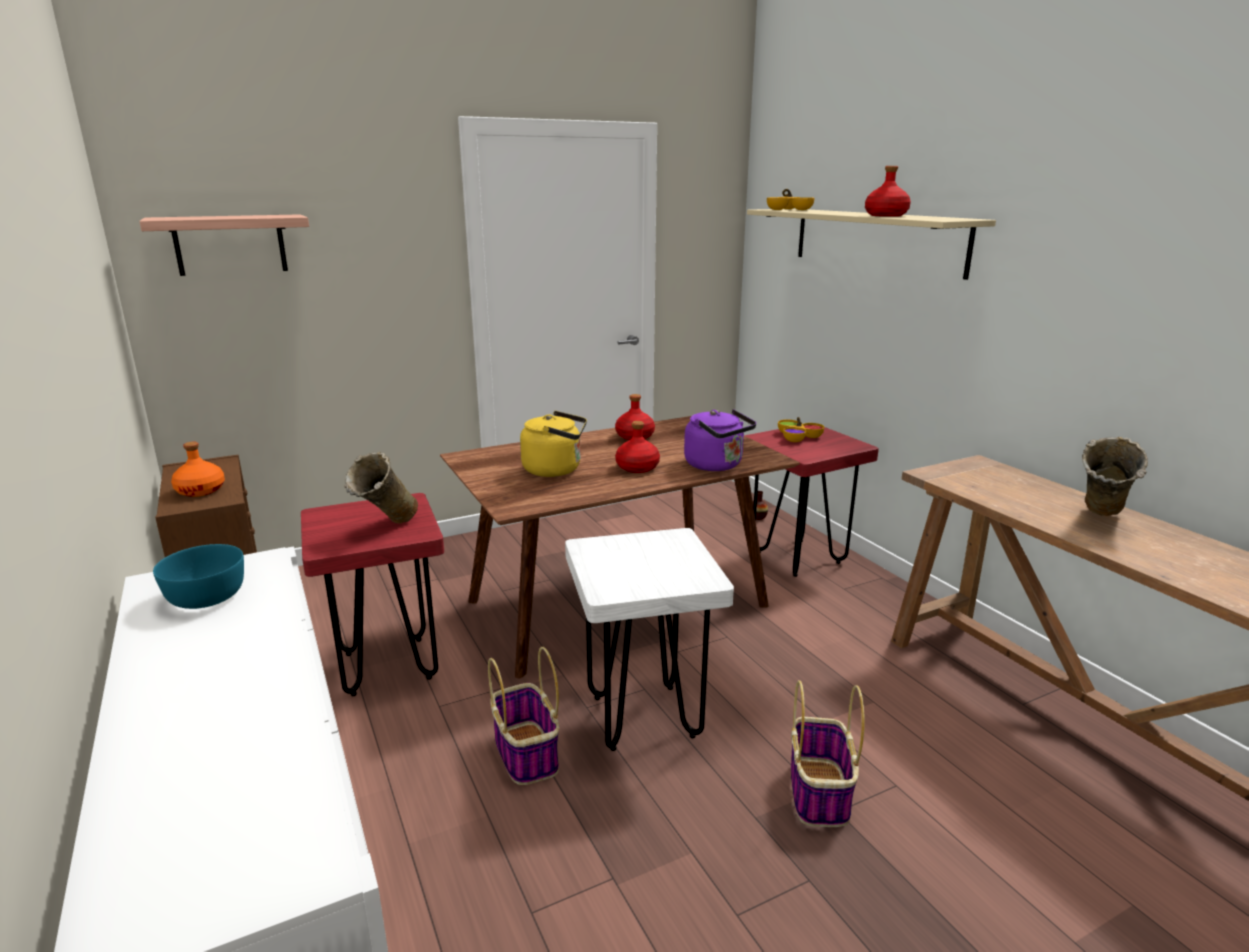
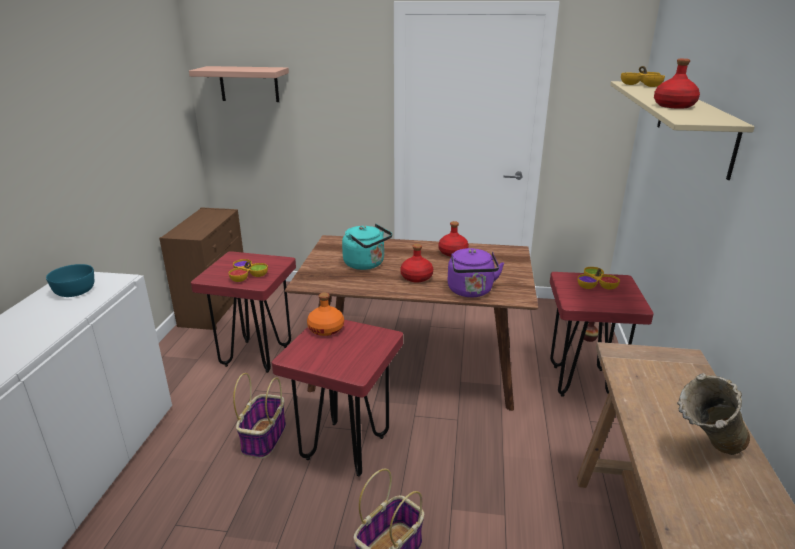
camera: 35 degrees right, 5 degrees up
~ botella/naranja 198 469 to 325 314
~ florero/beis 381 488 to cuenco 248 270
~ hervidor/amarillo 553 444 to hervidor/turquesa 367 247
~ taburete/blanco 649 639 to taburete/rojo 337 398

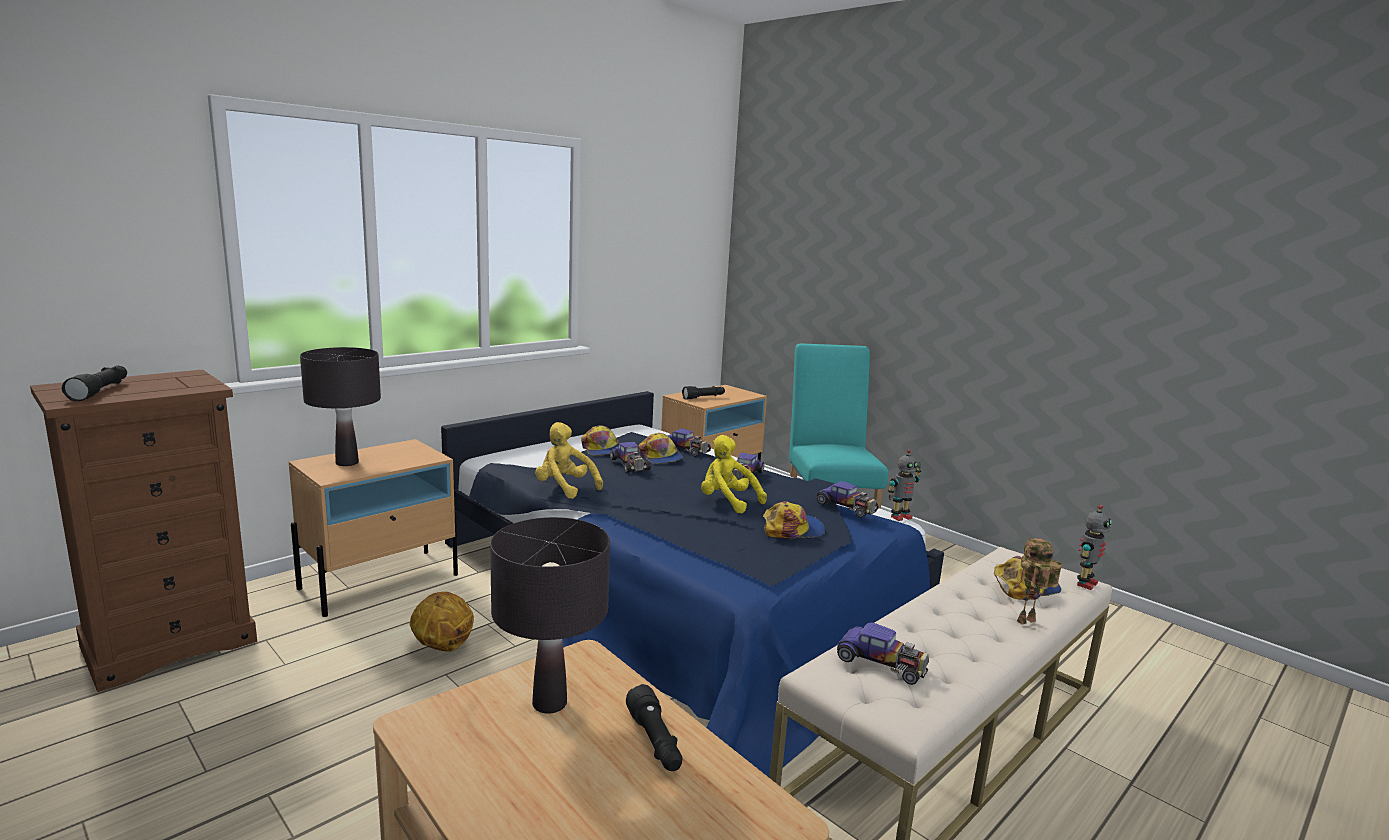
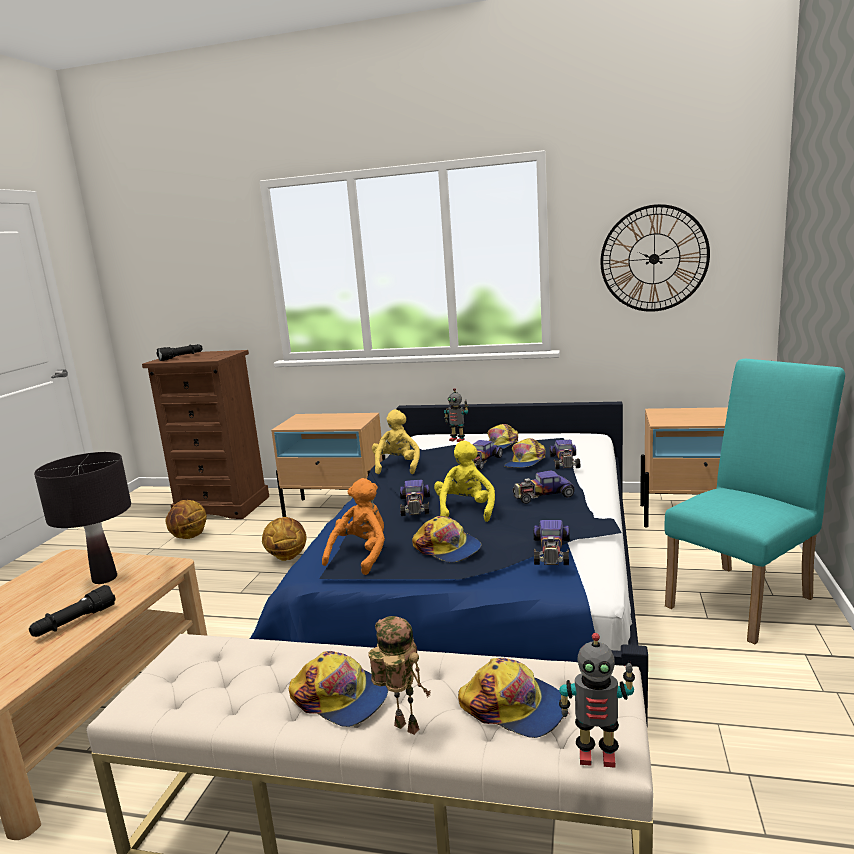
camera: 60 degrees right, 0 degrees up
- lámpara de mesa/negro 340 406
- linterna/negro 703 393
~ coche de juguete 883 653 to 415 498
~ robot de juguete 904 485 to 456 415
+ balón de baloncesto 186 519
+ gorra 338 689
+ peluche/naranja 353 526
+ reloj de pared 655 258

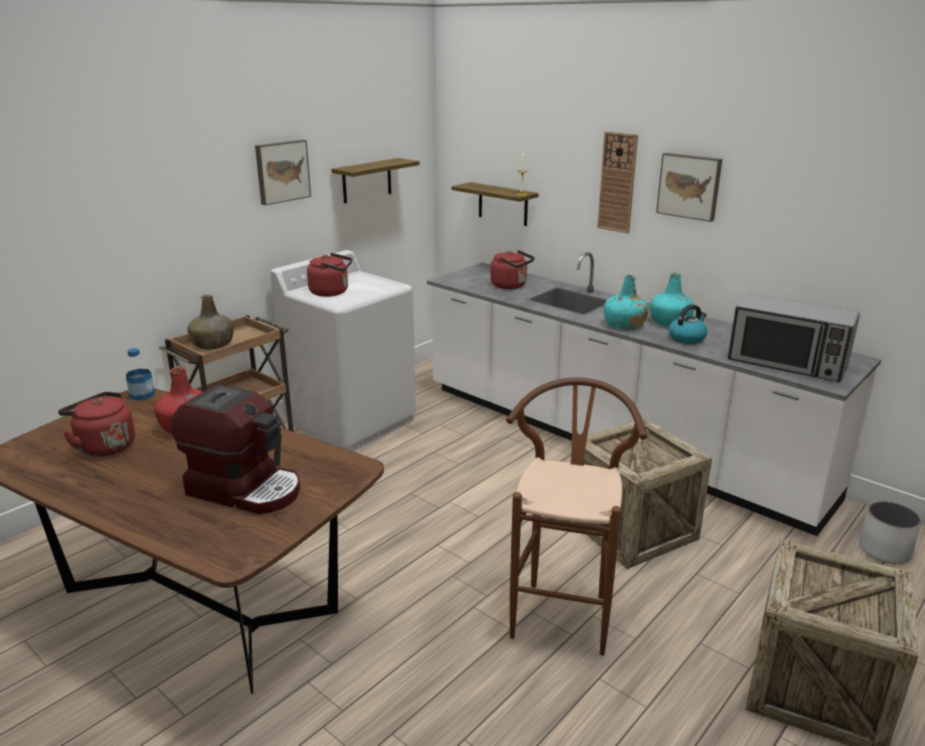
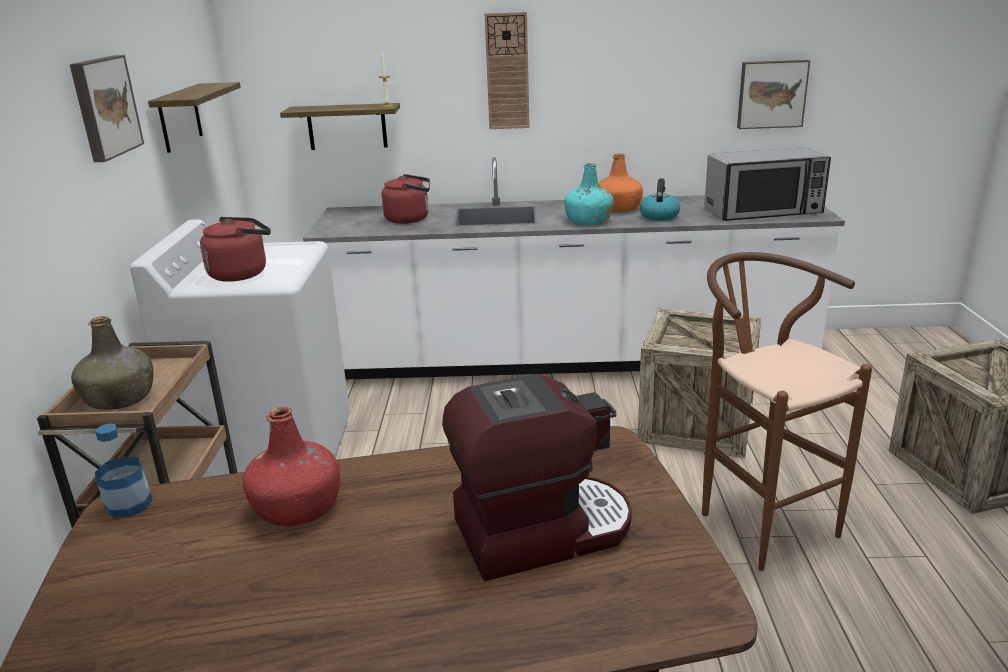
camera: 40 degrees left, 0 degrees up
- hervidor/rojo 96 424
~ botella/turquesa 672 299 to botella/naranja 621 182
~ cuadro 689 187 to 773 94
- maceta/blanco 890 532

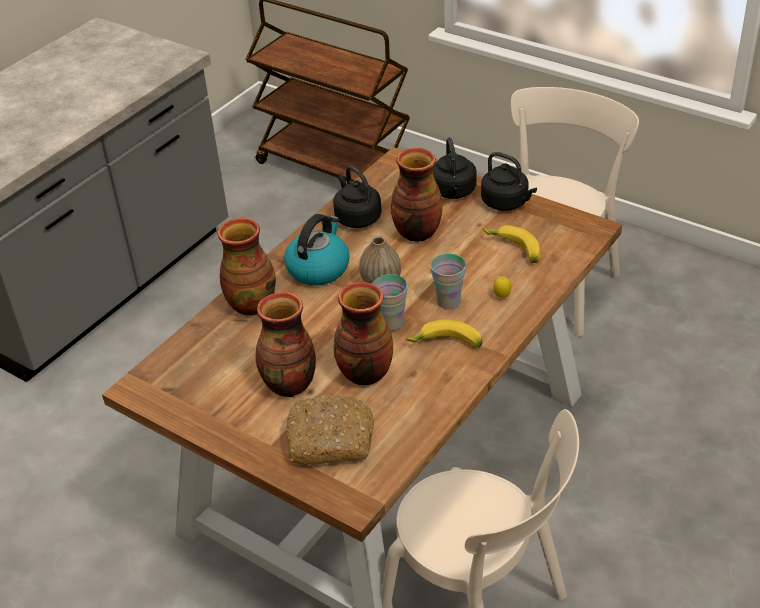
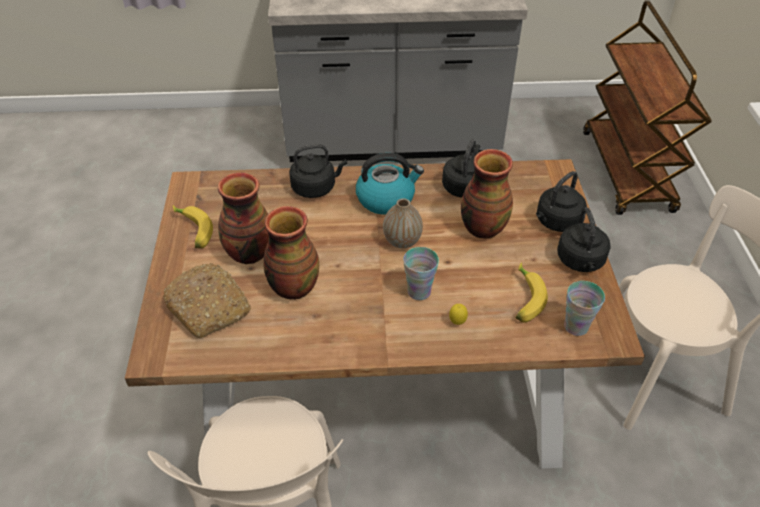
camera: 50 degrees right, 5 degrees up
~ florero 246 266 to hervidor/negro 318 171
~ taza 390 302 to 584 308
~ plátano 444 333 to 193 226

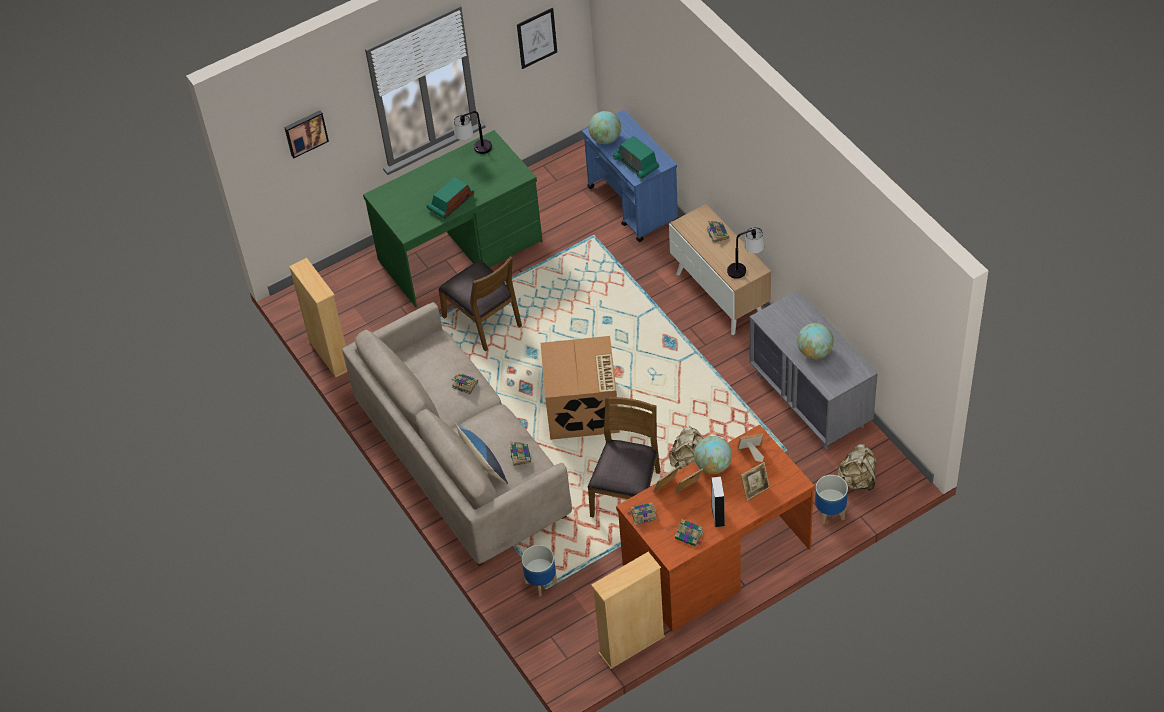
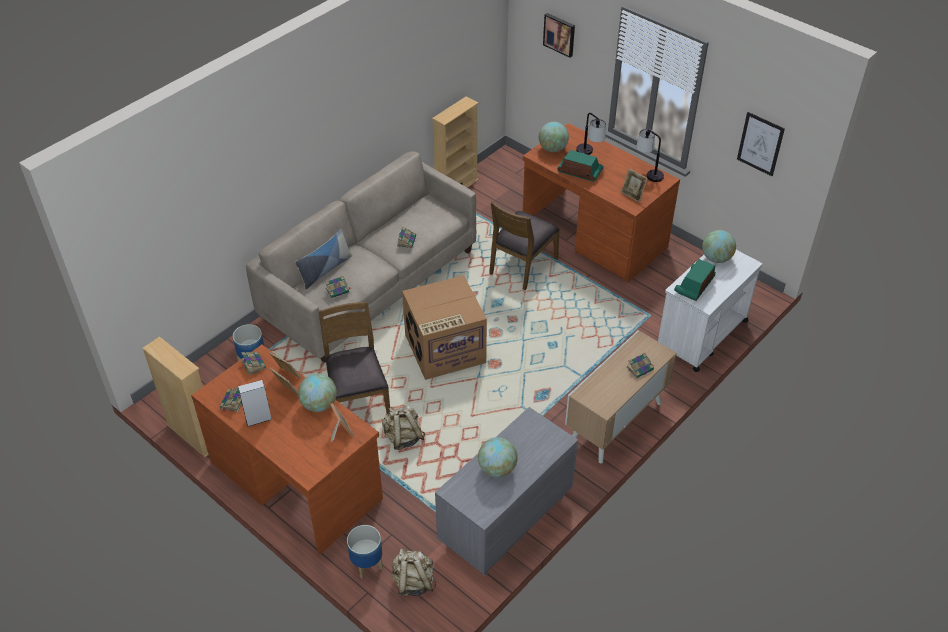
camera: 70 degrees right, 5 degrees down
~ escritorio/verde 453 219 to escritorio/marrón 601 203
~ carrito/azul 630 176 to carrito/blanco 710 311
~ silla/marrón 623 457 = 354 357 105 degrees counterclockwise
~ lámpara de mesa 745 253 to 591 134
~ portarretratos 755 481 to 634 185
+ globo terráqueo 554 137

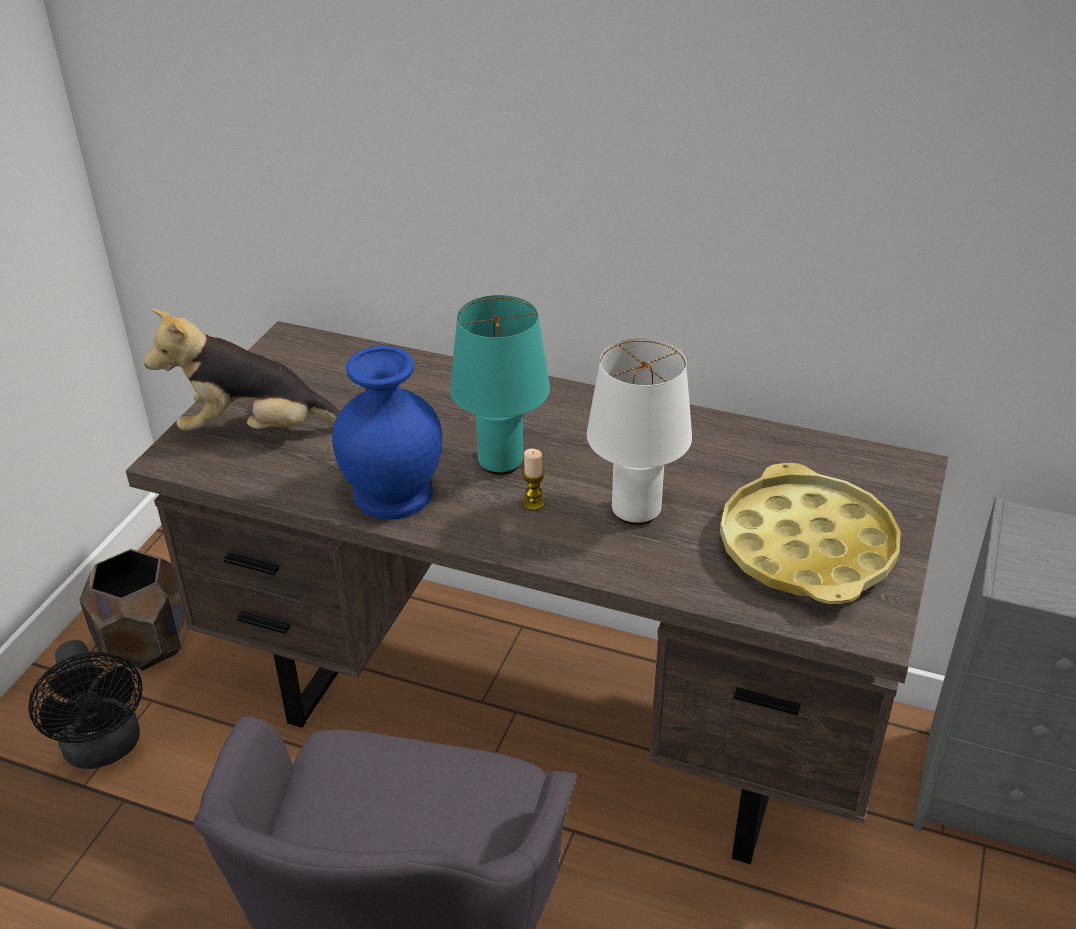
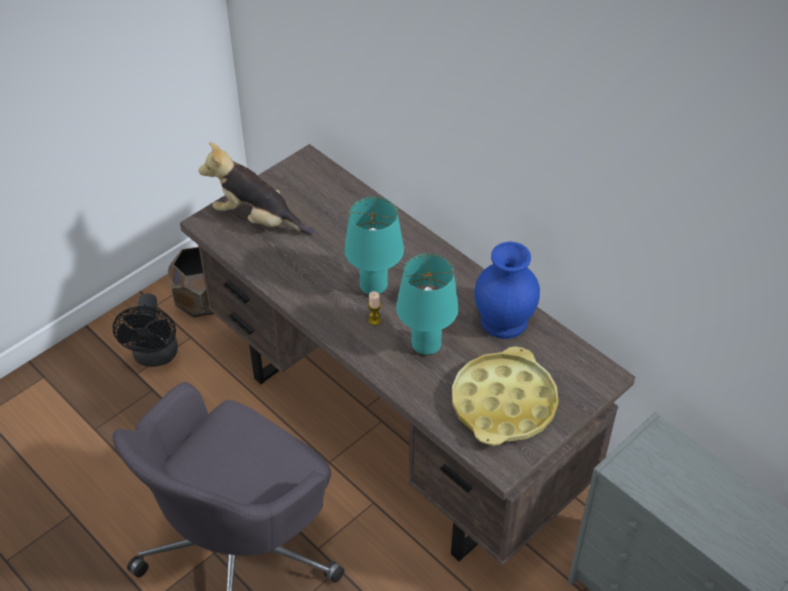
camera: 25 degrees right, 10 degrees up
~ florero/azul 387 433 to 507 290
~ lámpara de mesa/blanco 639 431 to lámpara de mesa/turquesa 427 305

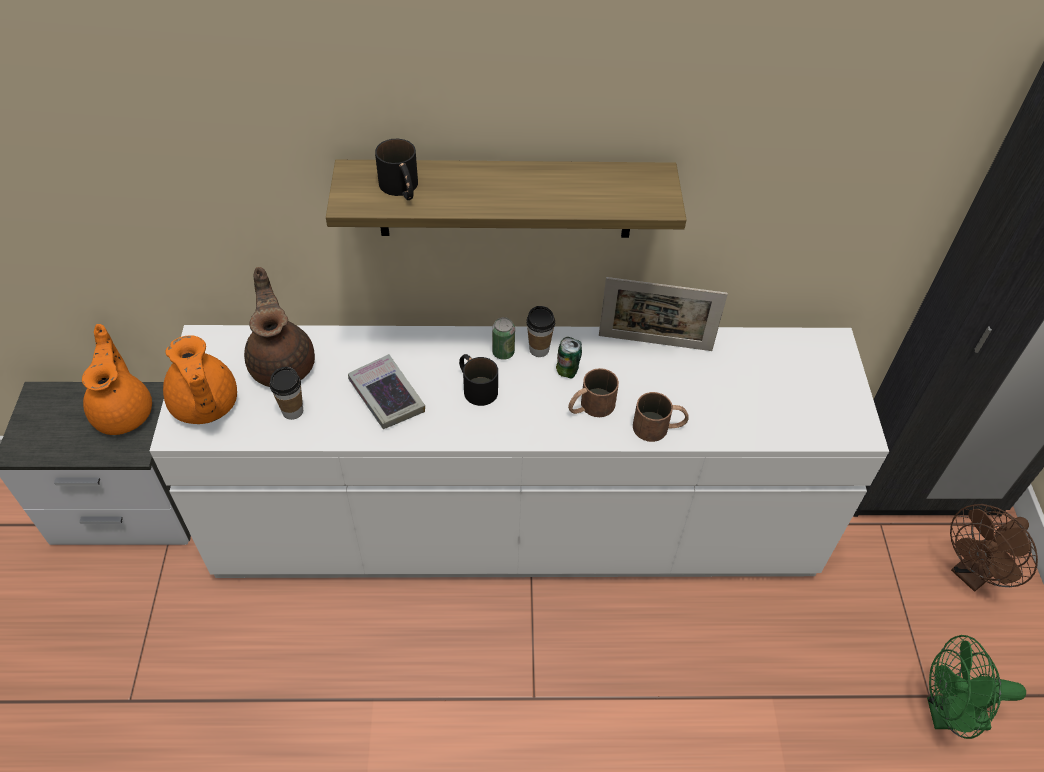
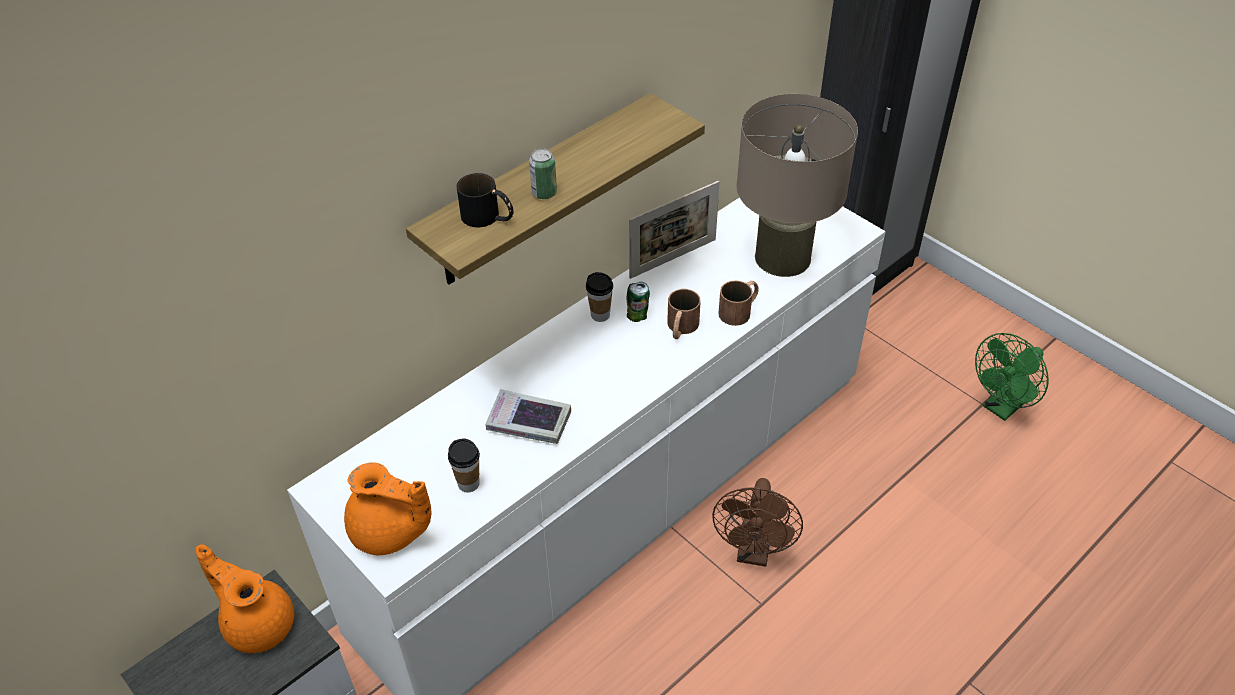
camera: 40 degrees left, 5 degrees down
- tetera/marrón 279 327
- taza grande/negro 478 380
~ lata 503 338 to 543 174
~ ventilador/marrón 994 548 to 757 522
+ lámpara de mesa/beis 797 185

